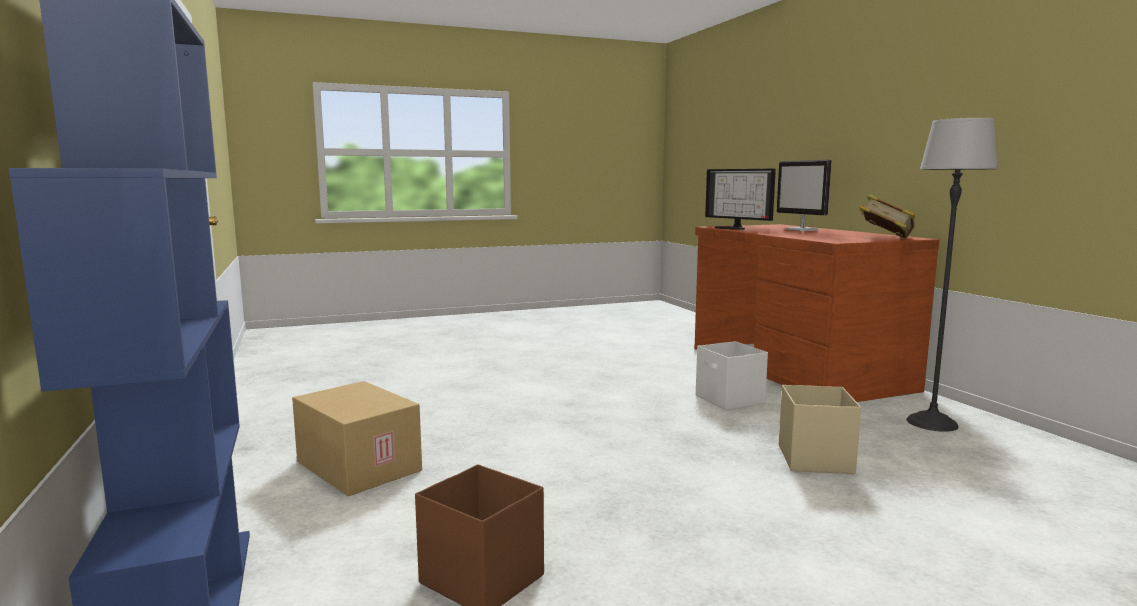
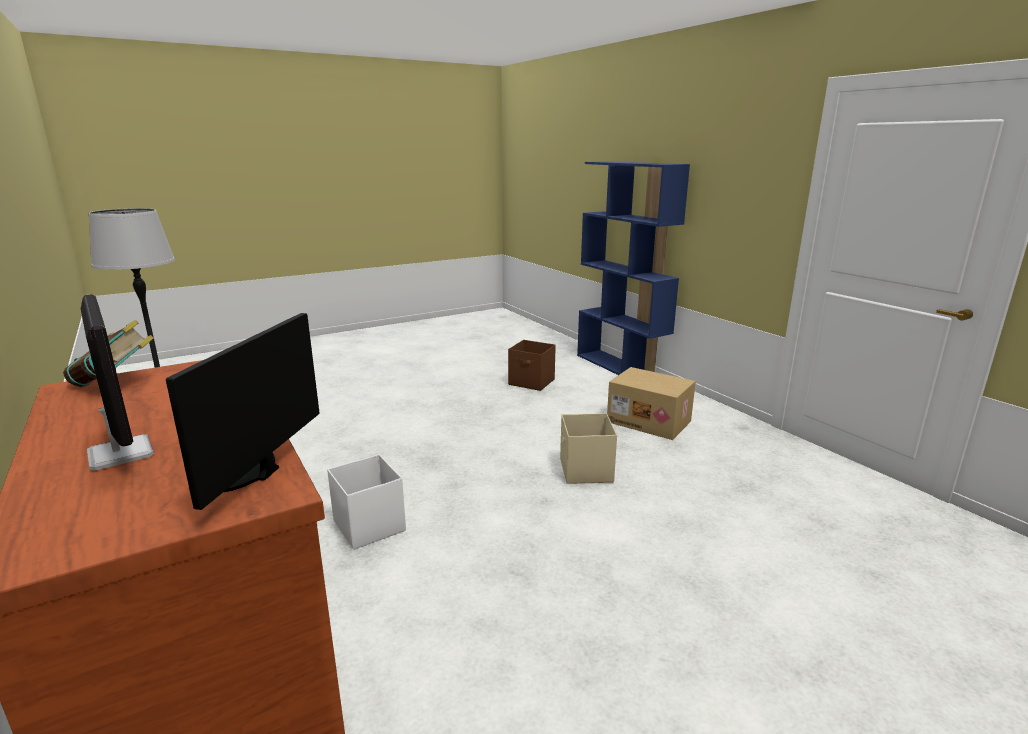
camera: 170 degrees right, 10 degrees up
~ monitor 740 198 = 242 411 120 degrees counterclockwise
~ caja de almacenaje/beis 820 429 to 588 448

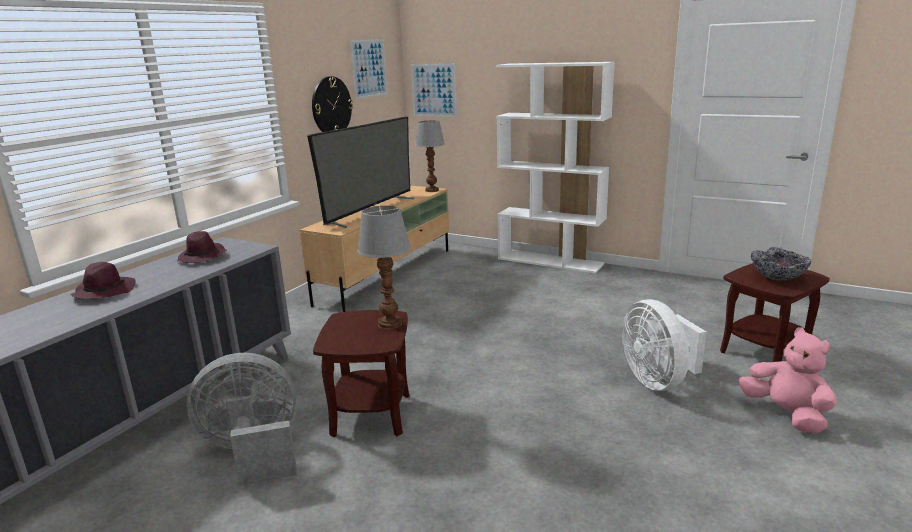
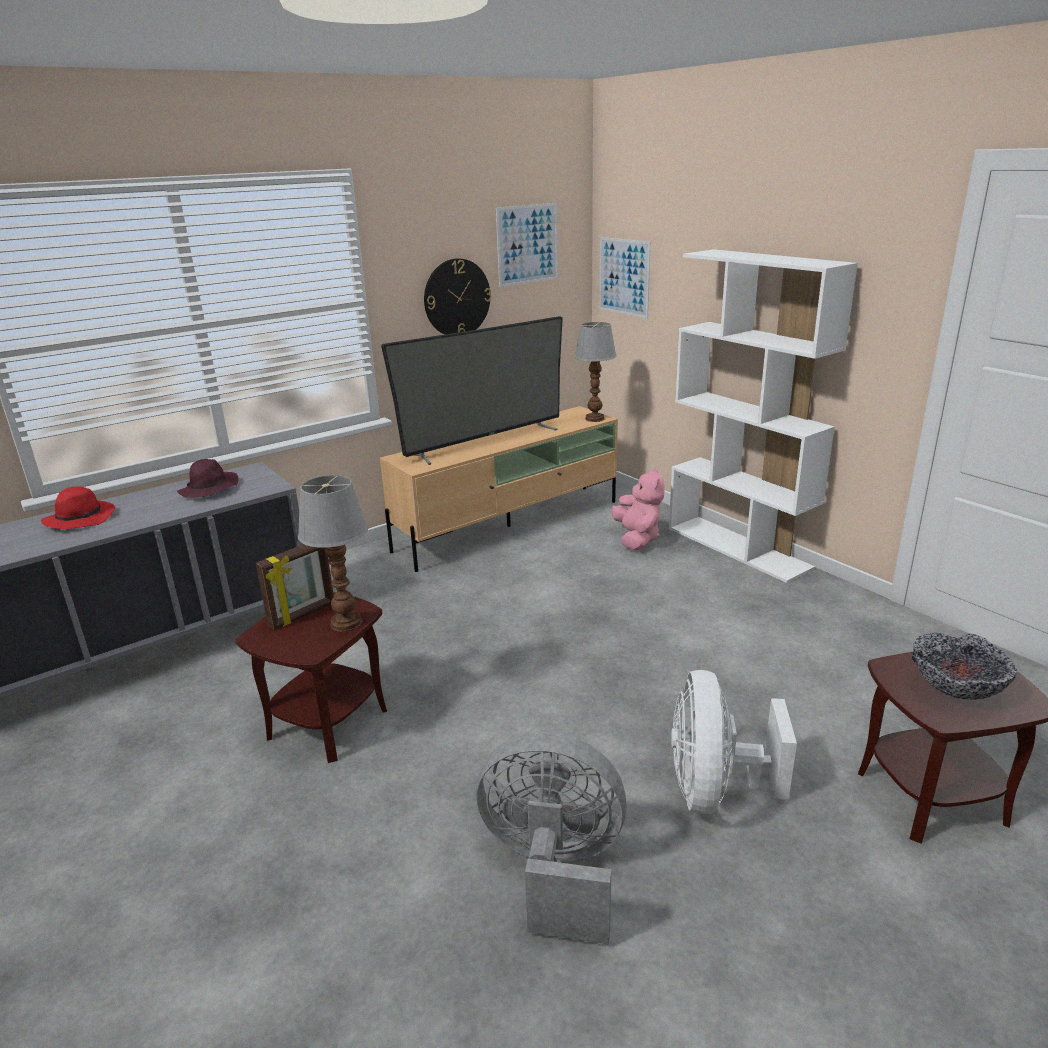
camera: 25 degrees right, 5 degrees up
~ sombrero/morado 103 280 to sombrero/rojo 78 507
~ ventilador/gris 241 419 to 551 838
~ peluche/rosa 787 380 to 638 509
+ portarretratos 295 587

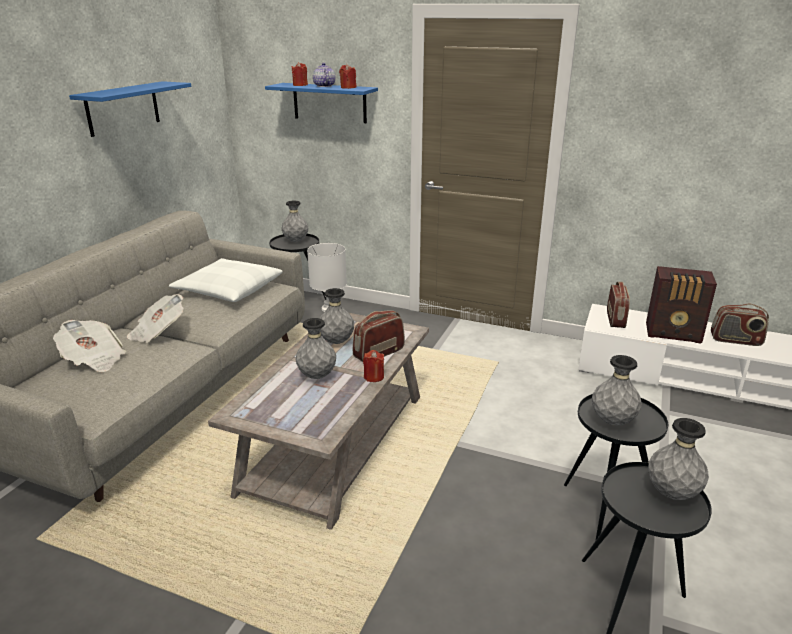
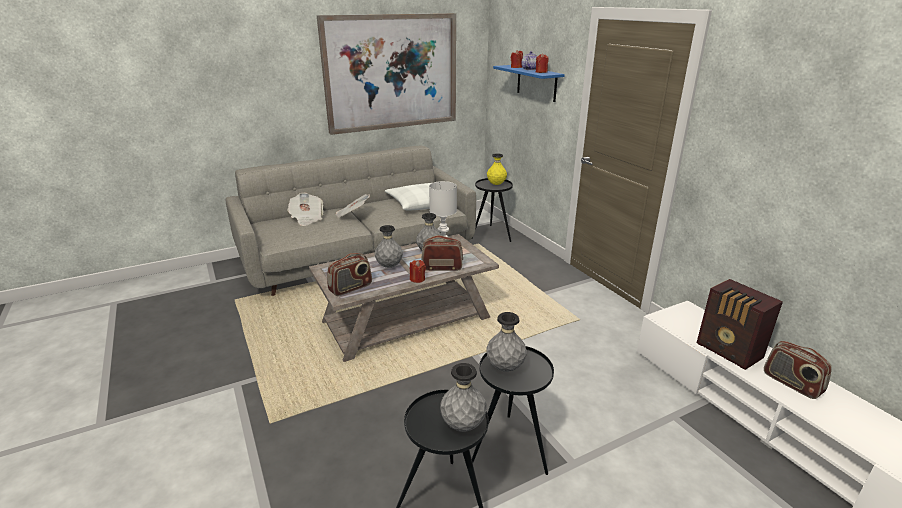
camera: 40 degrees right, 0 degrees up
~ estante/azul 130 109 to cuadro 386 74
~ florero/gris 295 221 to florero/amarillo 497 169
~ radio 618 305 to 349 274

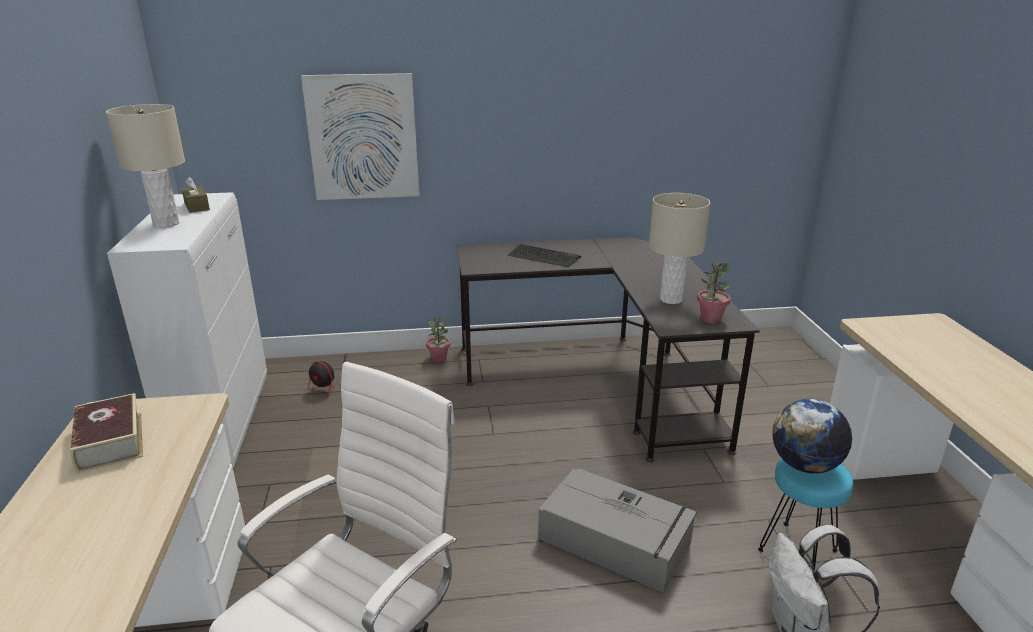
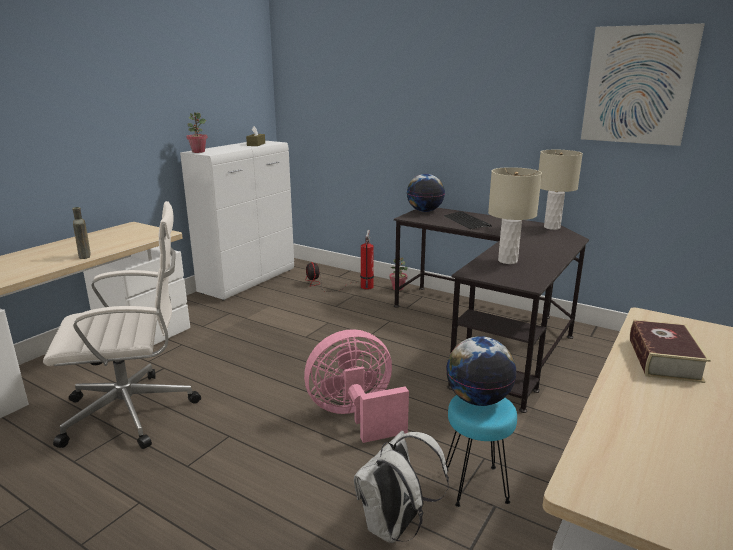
camera: 40 degrees right, 5 degrees down
~ libro 106 433 to 670 351
~ lámpara de mesa/beis 145 166 to 560 190
~ cuadro 360 136 to 643 84
~ caja de almacenaje/gris 617 530 to ventilador/rosa 356 386
~ planta en maceta 714 292 to 197 132
+ botella/marrón 81 233
+ extintor 367 260
+ globo terráqueo 426 193

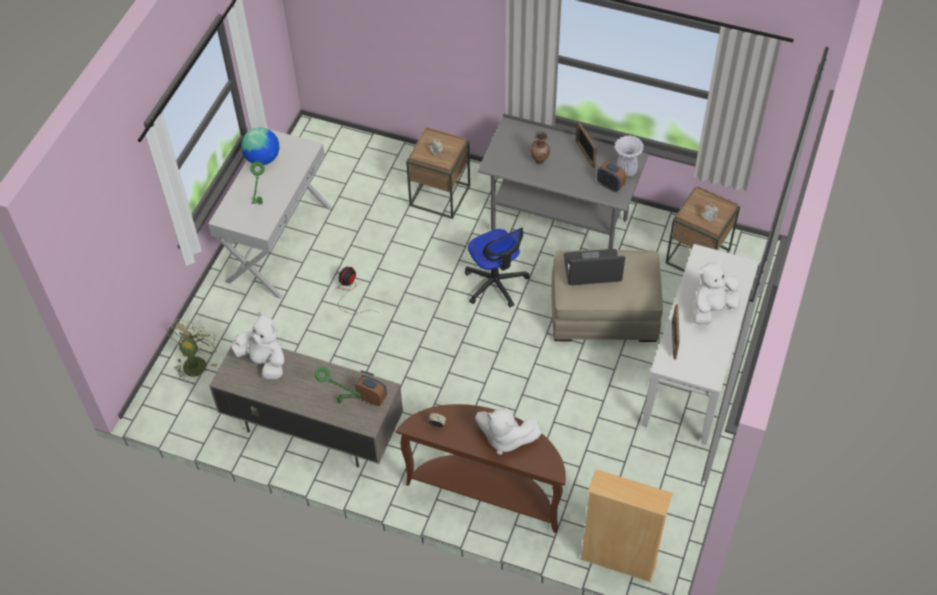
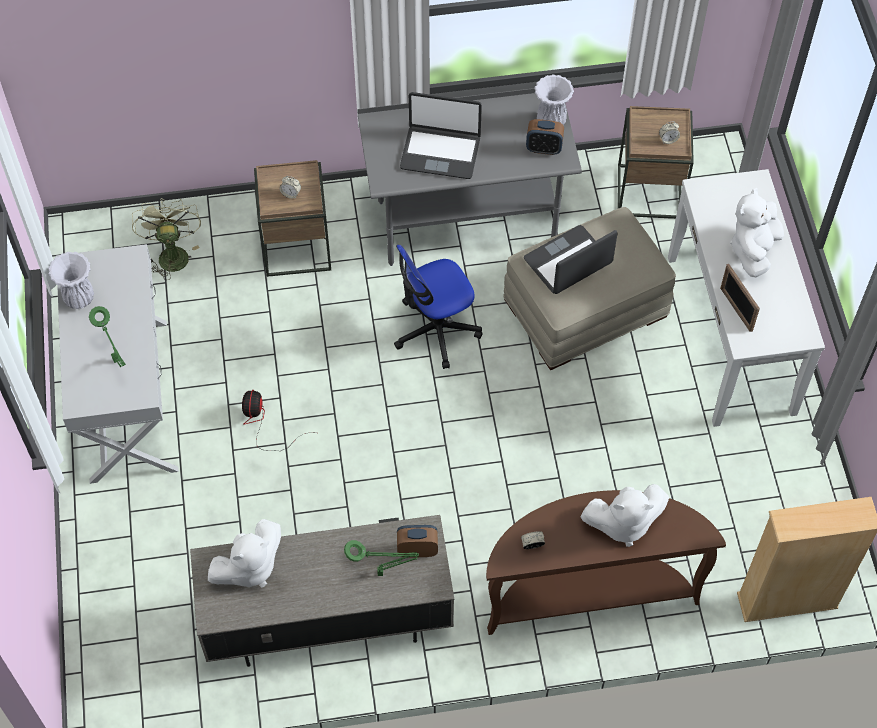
camera: 30 degrees left, 5 degrees up
~ ventilador/verde 193 349 to 166 239
~ peluche/blanco 257 346 = 244 553 135 degrees clockwise
~ globo terráqueo 260 146 to florero/blanco 71 280
~ silla de oficina 497 267 = 438 306 120 degrees clockwise
~ florero/marrón 540 147 to portátil 441 135
- portarretratos 586 144

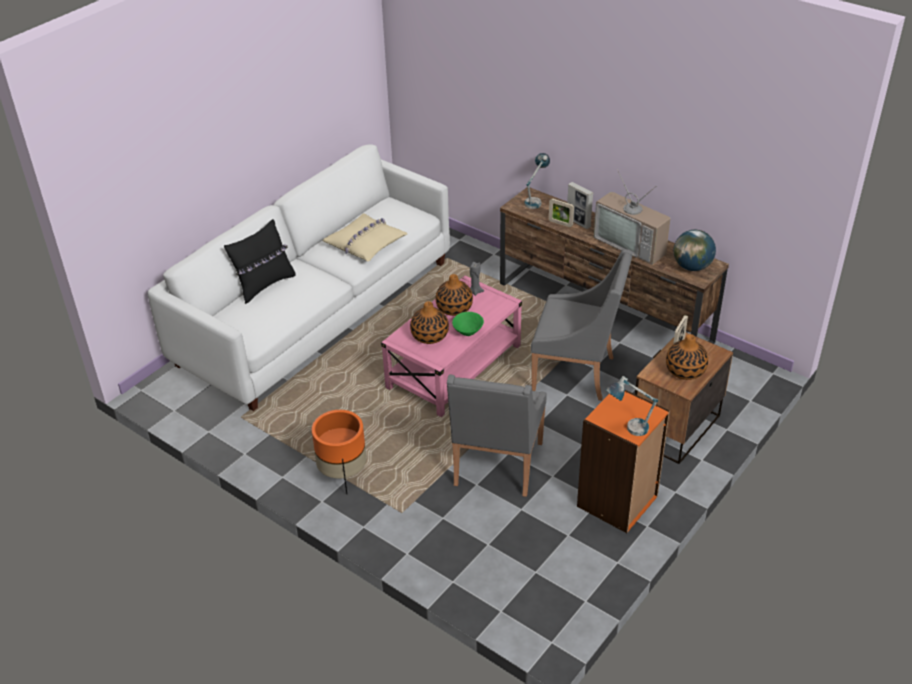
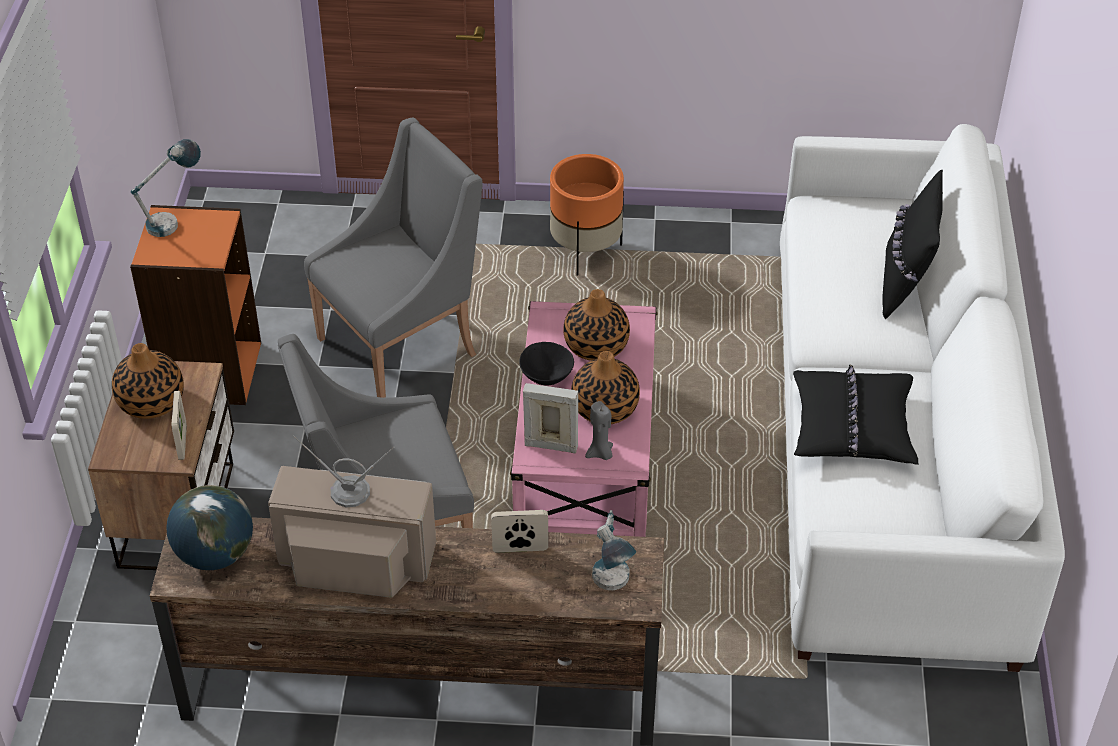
camera: 145 degrees right, 5 degrees up
~ cojín/beis 365 237 to cojín/negro 856 415
~ sillón/gris 497 436 = 393 258 75 degrees clockwise
~ cuenco/verde 468 324 to cuenco/negro 546 364
~ portarretratos 580 205 to 550 418

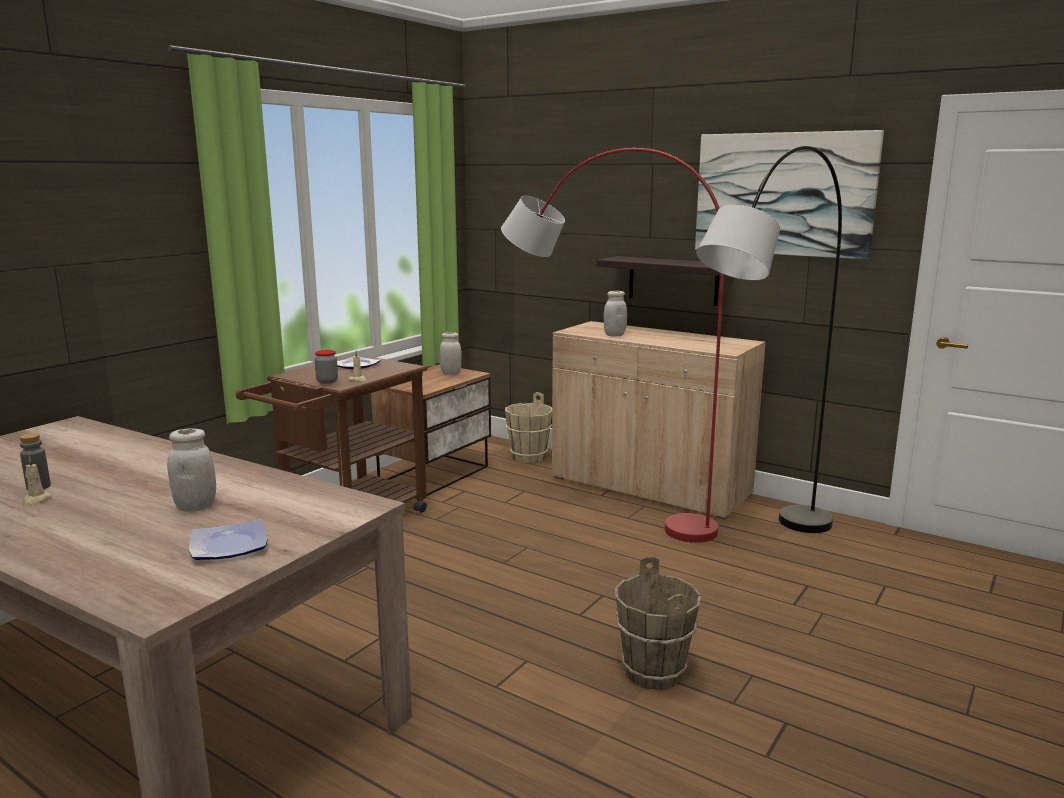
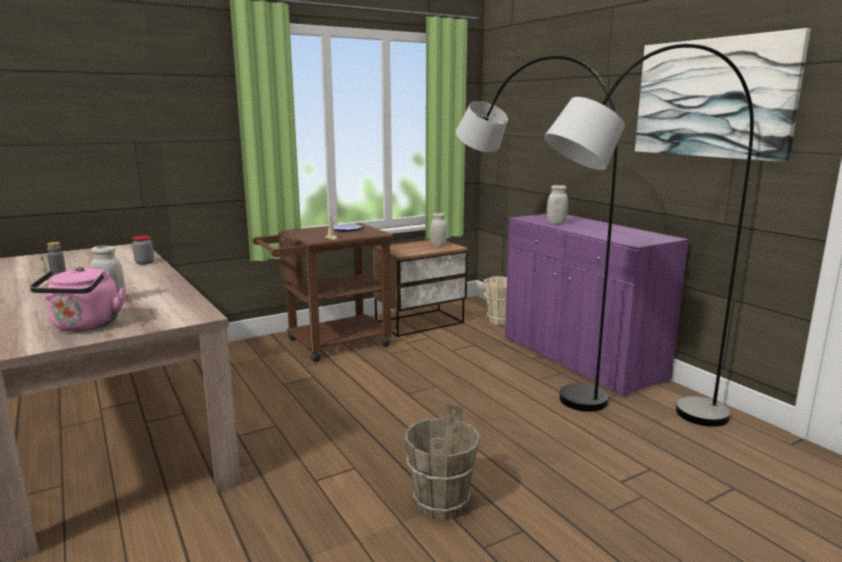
camera: 25 degrees right, 0 degrees up
~ plato 228 540 to hervidor/rosa 78 299
~ tarro 326 367 to 143 250
~ lámpara de pie/rojo 612 345 to lámpara de pie/gris 537 234
~ armario/beis 659 420 to armario/morado 597 305
- estante 658 281

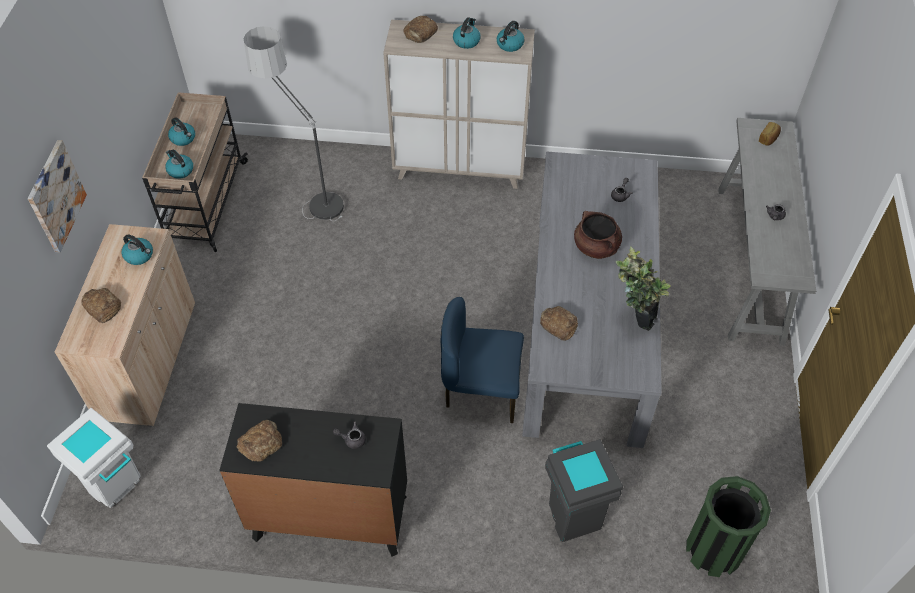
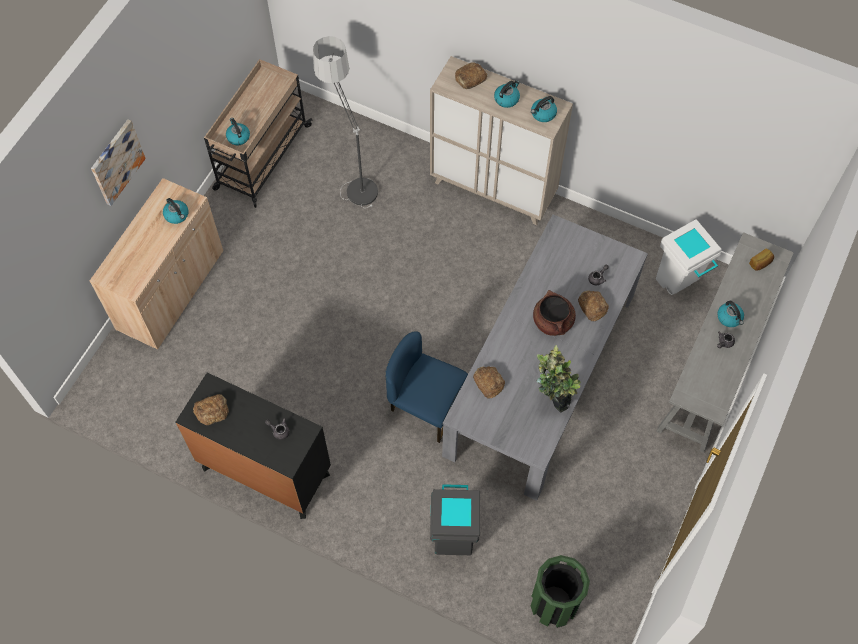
camera: 20 degrees right, 10 degrees up
~ papelera/blanco 94 458 to 689 257
~ pan 101 305 to 593 305
~ hervidor 181 131 to 730 314

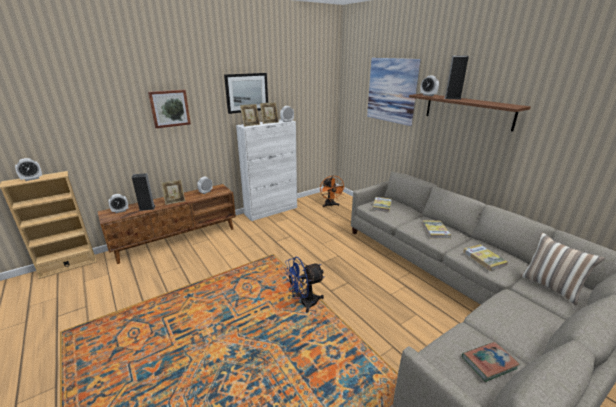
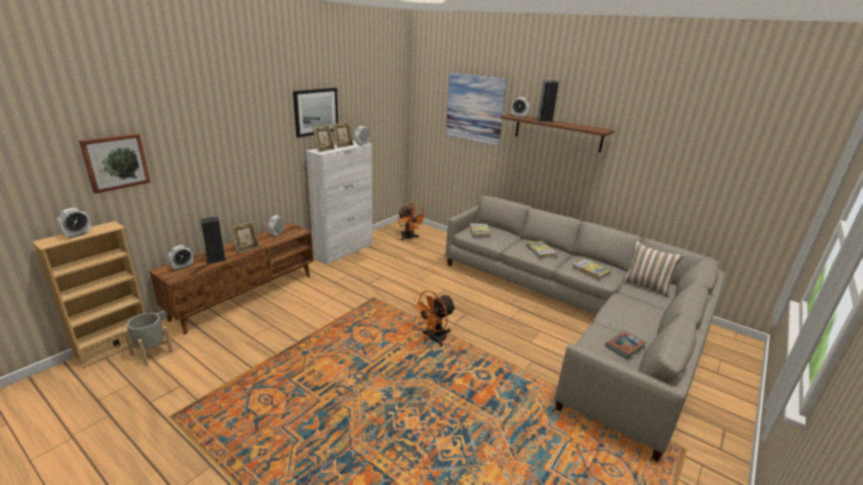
camera: 20 degrees left, 0 degrees up
~ cuadro 169 109 to 114 163
~ ventilador/azul 304 284 to ventilador/naranja 434 319
+ maceta/gris 148 339

